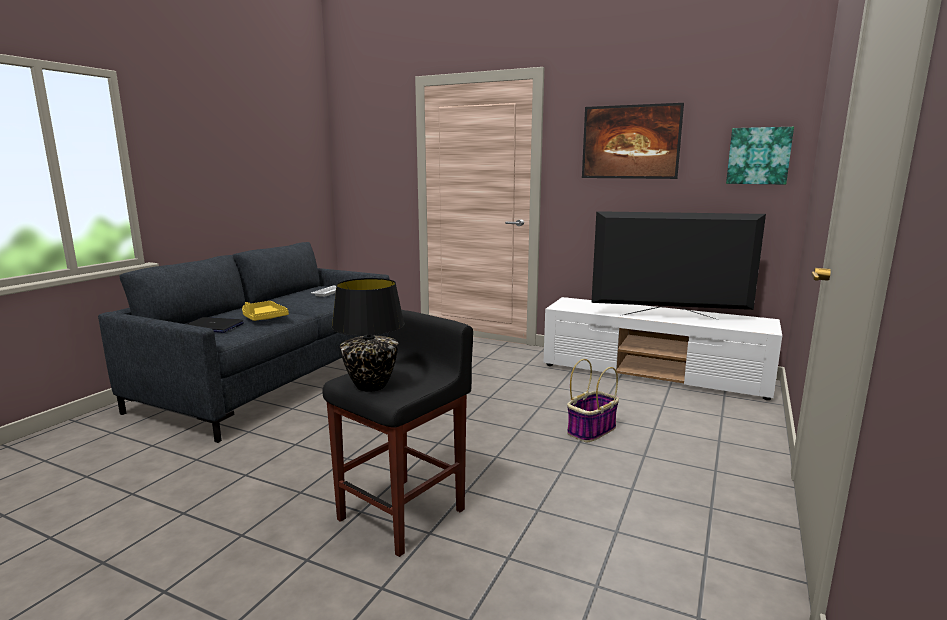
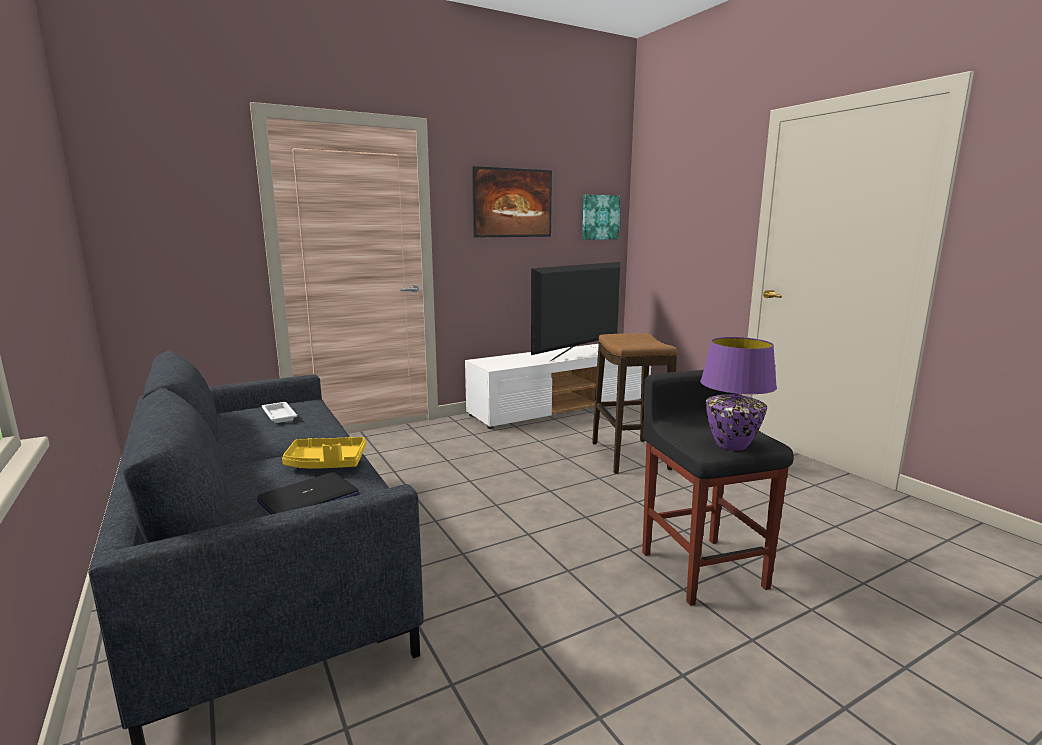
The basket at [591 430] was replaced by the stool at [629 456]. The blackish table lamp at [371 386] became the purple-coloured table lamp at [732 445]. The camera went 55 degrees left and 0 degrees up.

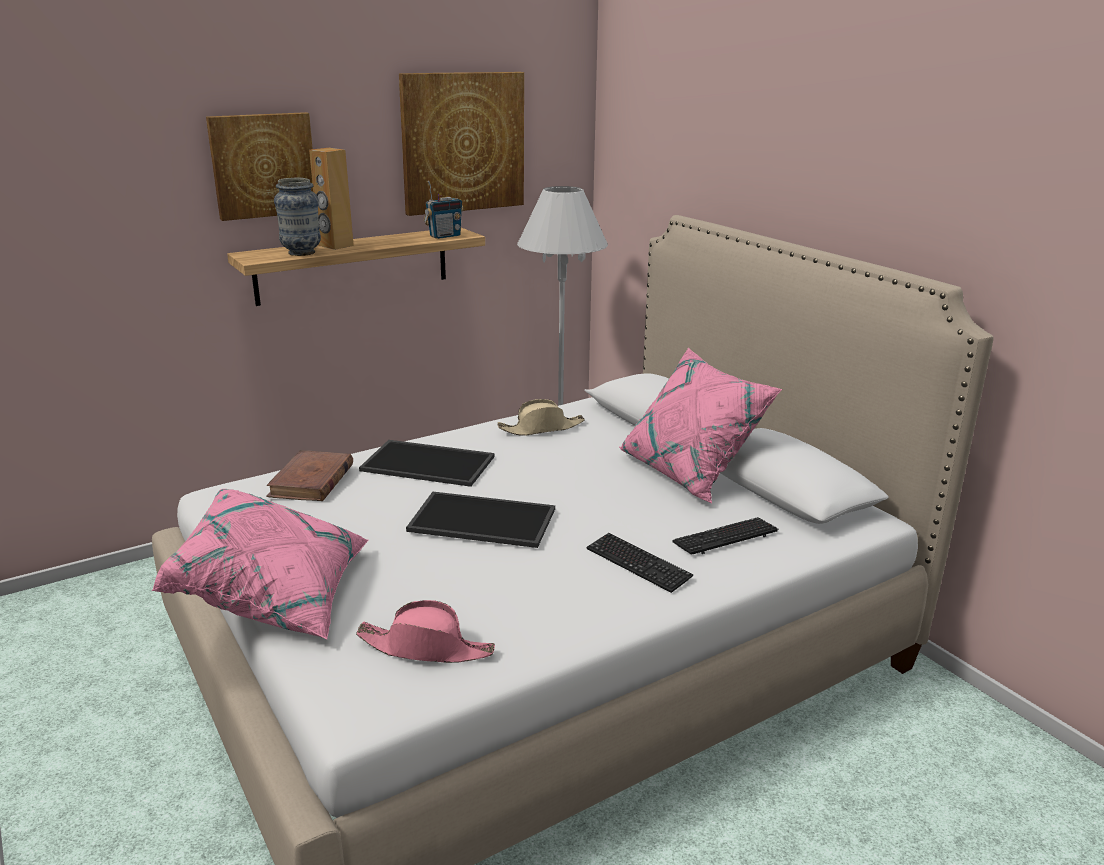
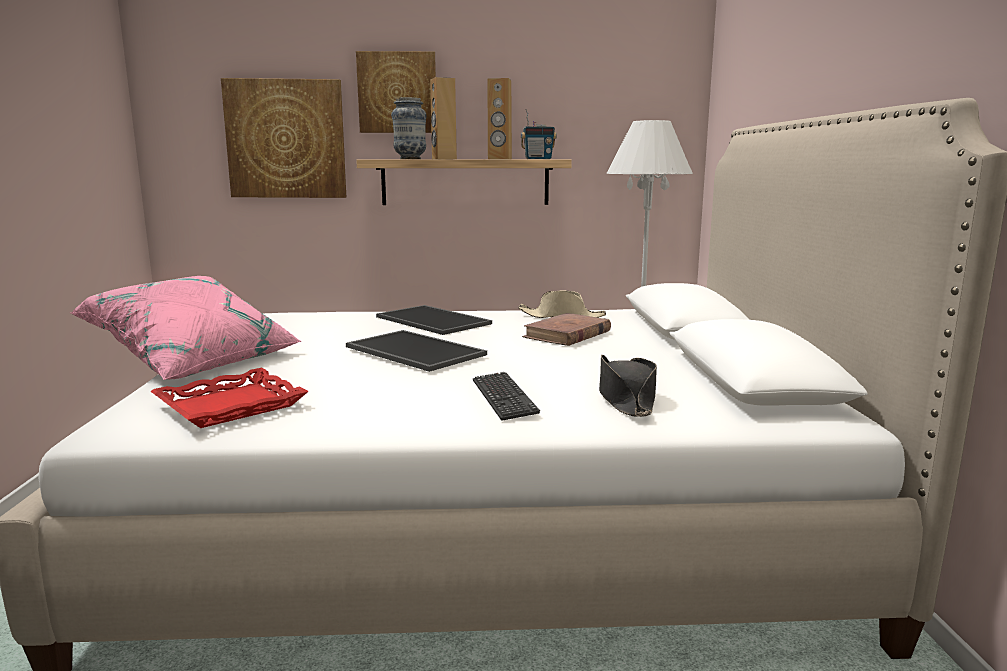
The pink-coloured clothing hat at [426 648] was replaced by the red tray at [231 406]. The picture moved from [463 142] to [286 139]. The brownish speaker at [499 159] appeared. The brownish bound book moved from [311 481] to [567 334]. The keyboard at [725 538] was replaced by the blackish clothing hat at [626 399]. The pink-coloured throw pillow at [690 472] disappeared. The camera went 30 degrees right and 10 degrees down.

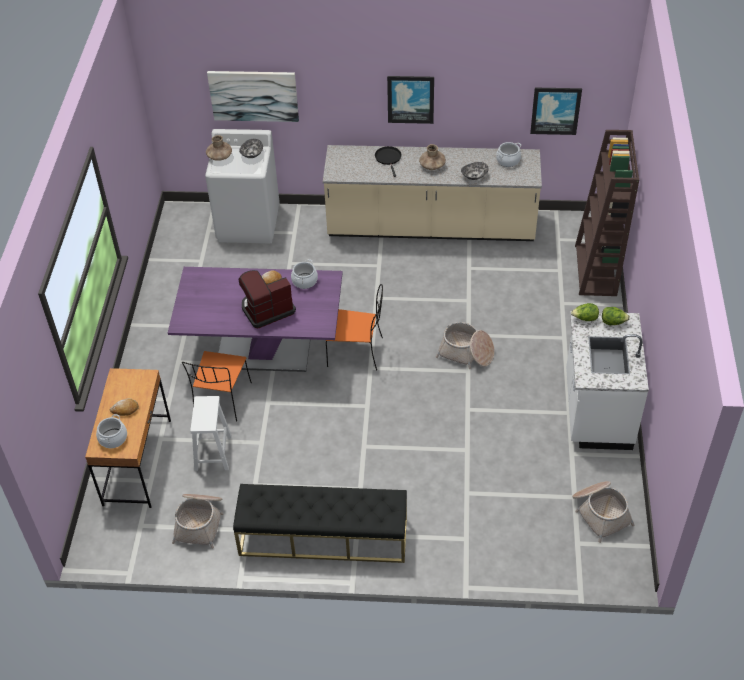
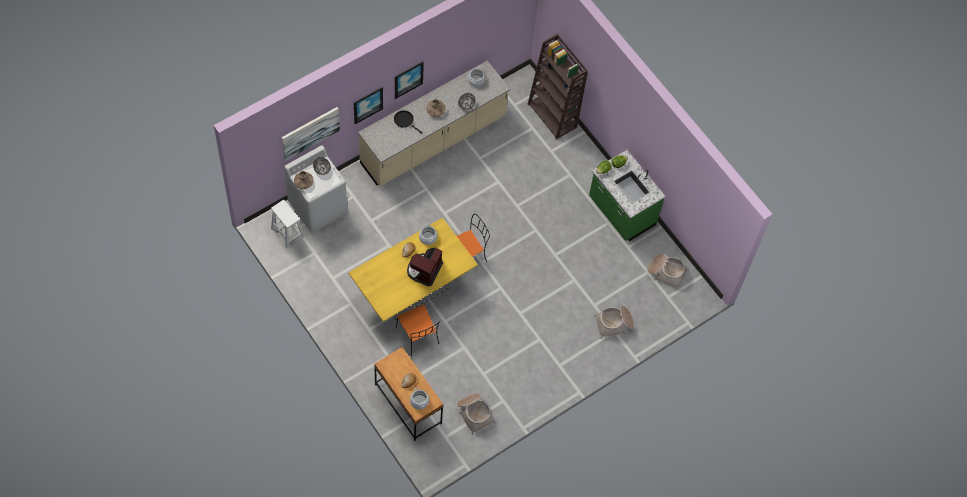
The white-coloured stool moved from [213 453] to [288 233]. The purple-coloured dinner table at [264 352] became the yellow-coloured dinner table at [412 291]. The picture moved from [555 110] to [367 104]. The white-coloured kitchen counter at [596 411] became the green-coloured kitchen counter at [621 212]. The basket moved from [466 353] to [614 324]. The blackish indoor bench at [323 537] disappeared. The camera went 45 degrees left and 15 degrees up.

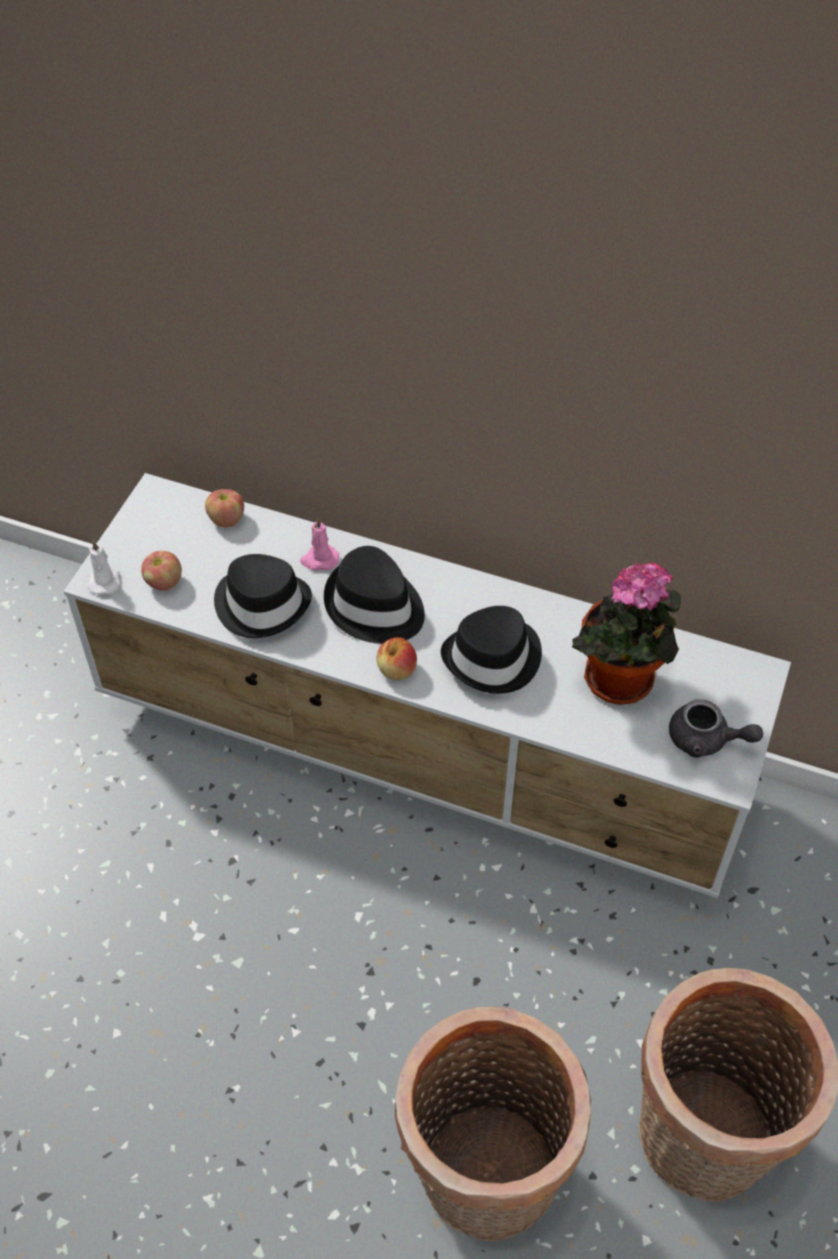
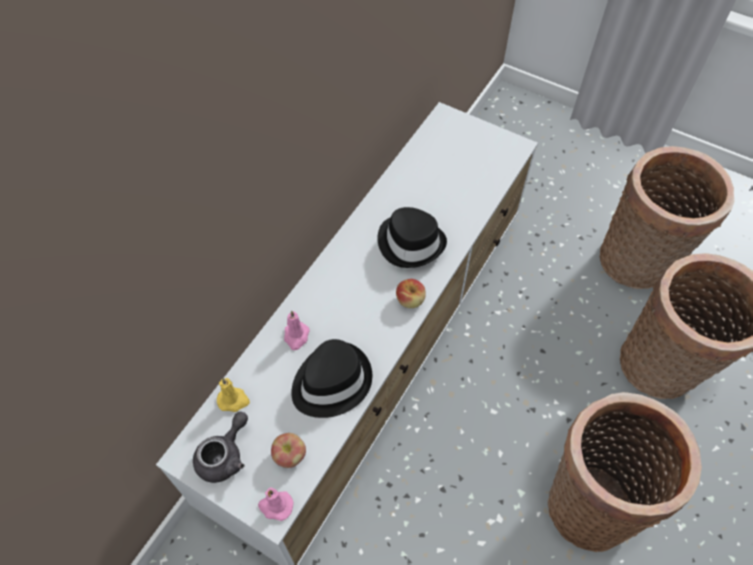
The greyish teapot moved from [706 740] to [225 455]. The apple at [226 519] was replaced by the yellow-coloured wax candle at [233 400]. The white-coloured wax candle at [105 580] became the pink-coloured wax candle at [275 506]. The basket at [589 500] appeared. The blackish clothing hat at [374 606] disappeared. The houseplant at [620 684] disappeared. The camera went 80 degrees left and 5 degrees up.

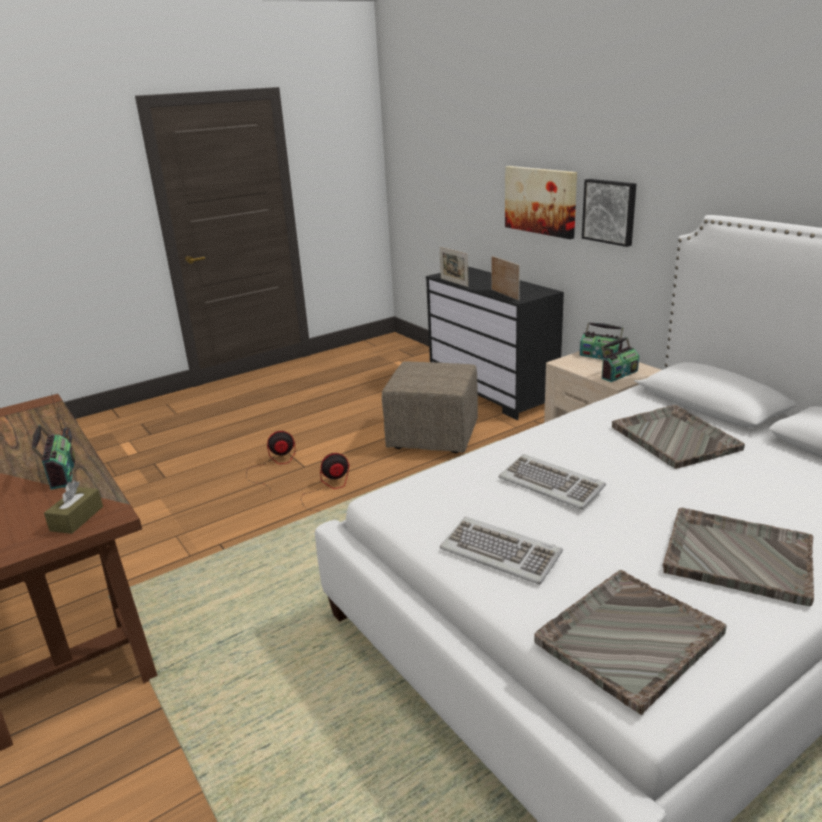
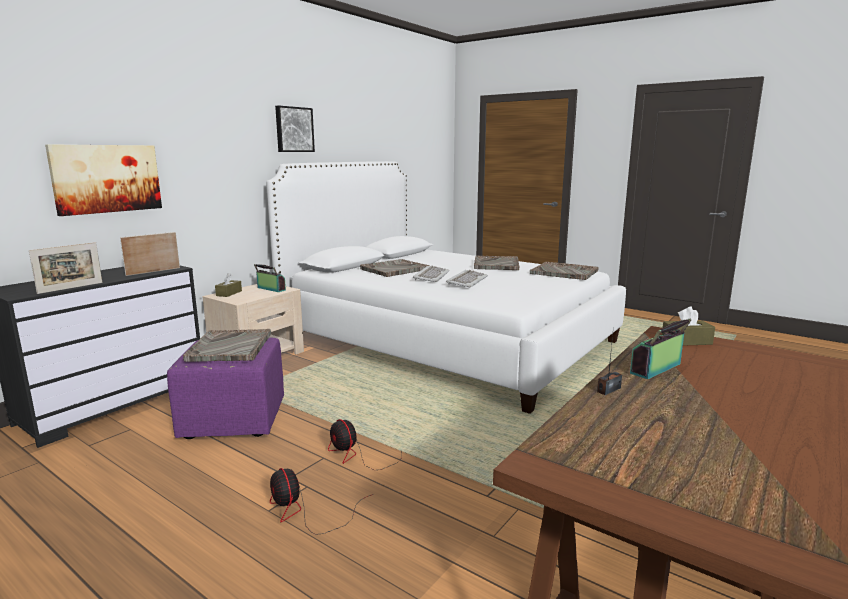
The sand-coloured pouffe at [434 436] became the purple-coloured pouffe at [233 419]. The greyish tray at [229 347] appeared. The radio set at [600 356] was replaced by the brownish tissue box at [229 293]. The picture moved from [610 211] to [294 129]. The keyboard moved from [501 553] to [431 276]. The camera went 110 degrees left and 10 degrees down.

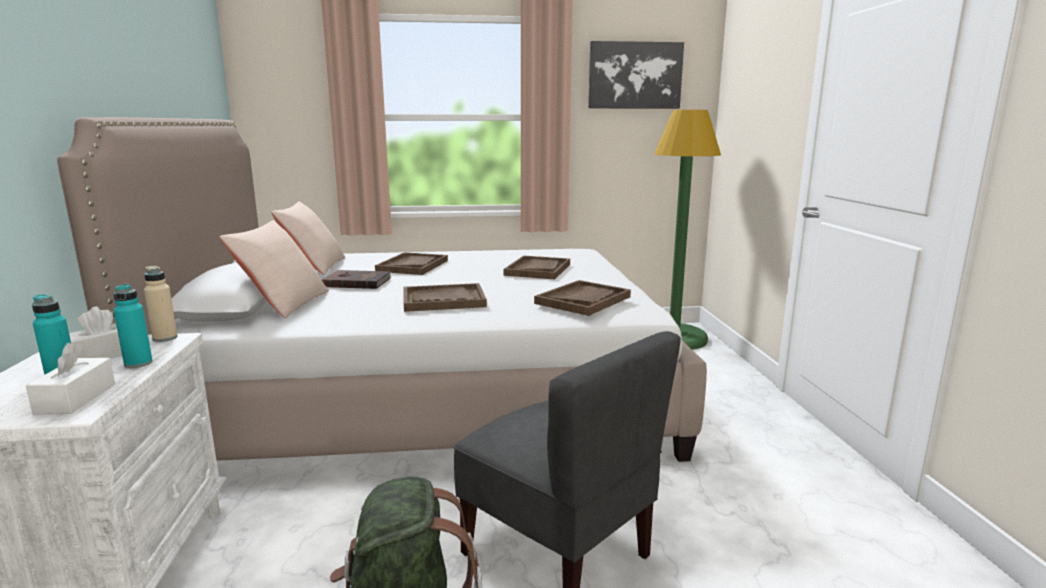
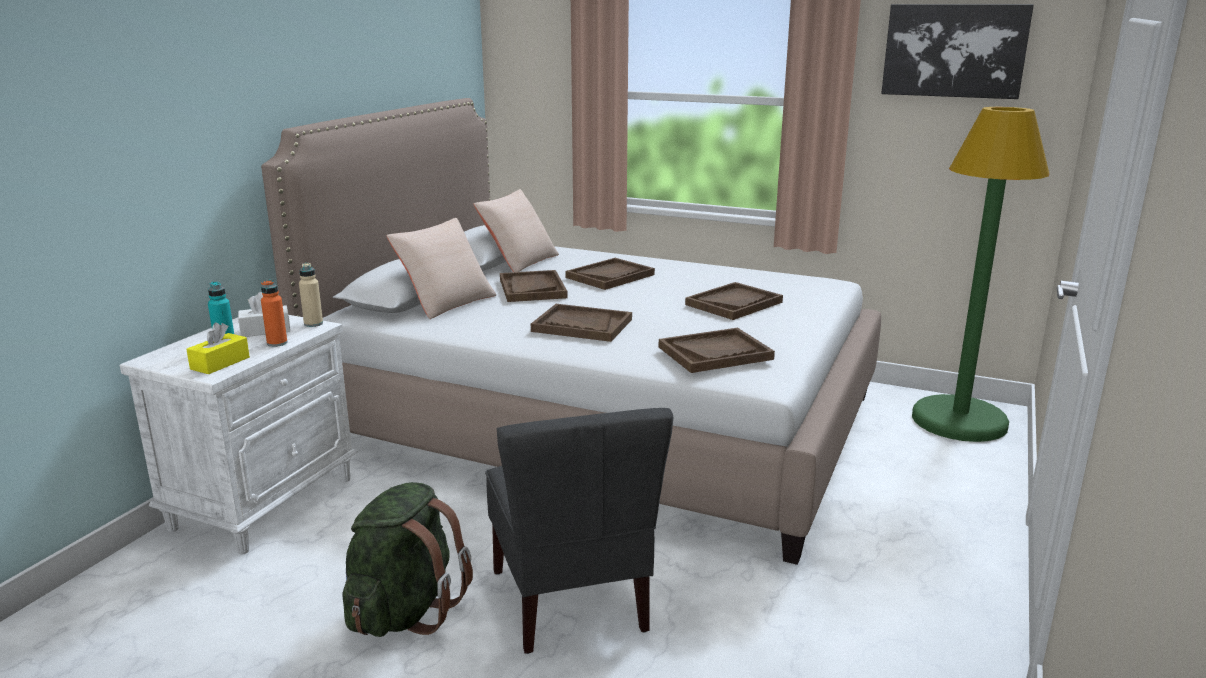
The white-coloured tissue box at [76 398] became the yellow-coloured tissue box at [220 363]. The turquoise-coloured bottle at [138 363] became the orangey bottle at [277 343]. The brownish bound book at [356 282] was replaced by the brownish tray at [532 288]. The camera went 30 degrees right and 5 degrees up.

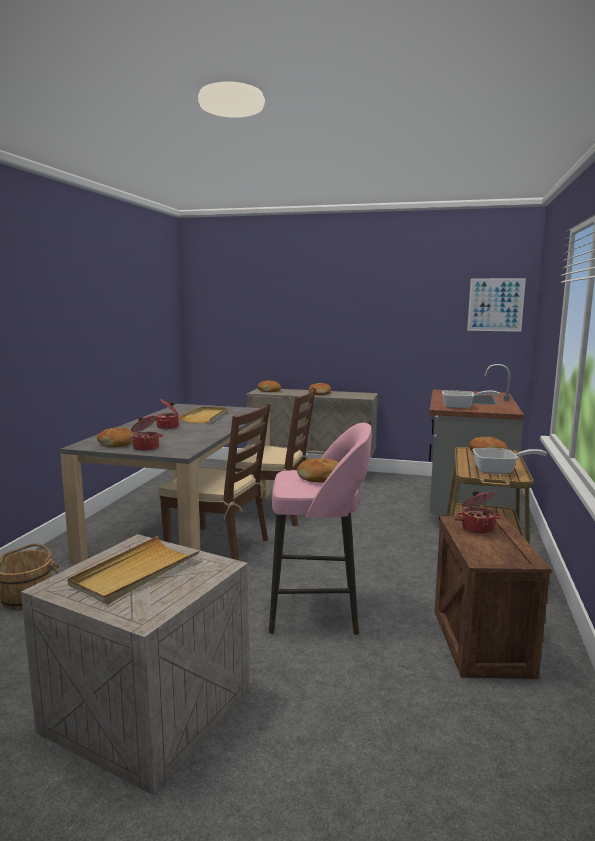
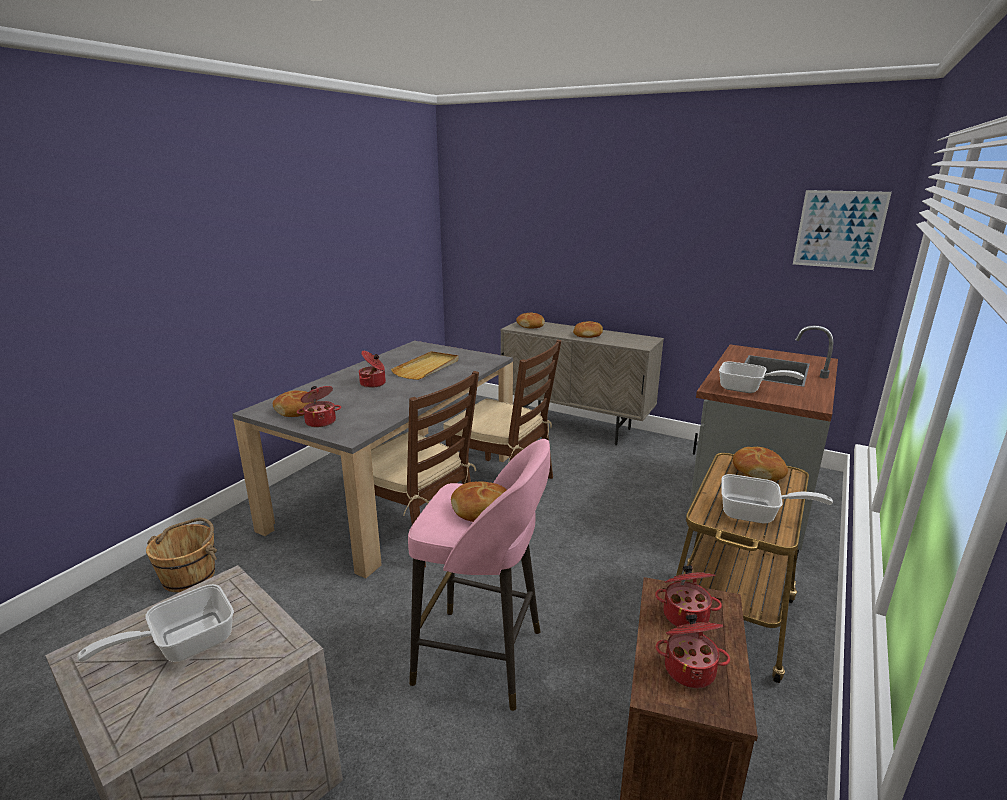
The sand-coloured tray at [135 573] was replaced by the pan at [183 644]. The cooking pot at [689 668] appeared. The camera went 15 degrees right and 10 degrees up.

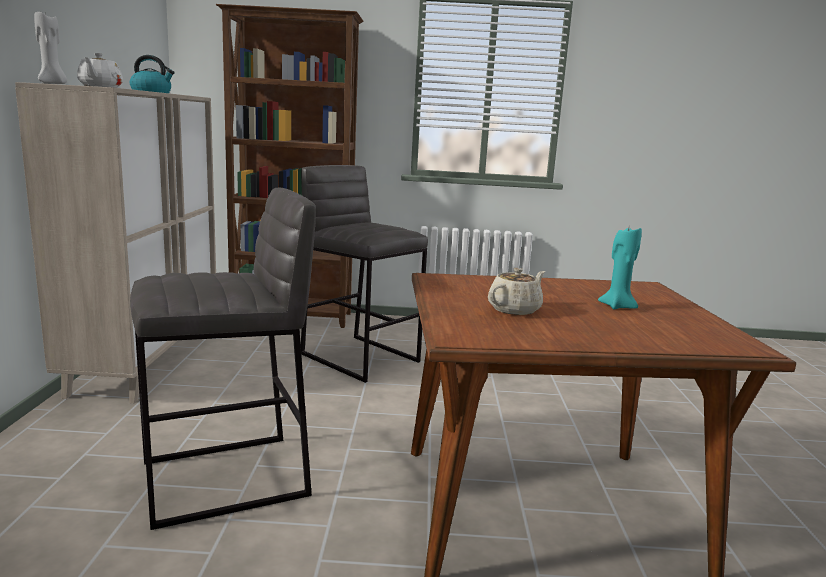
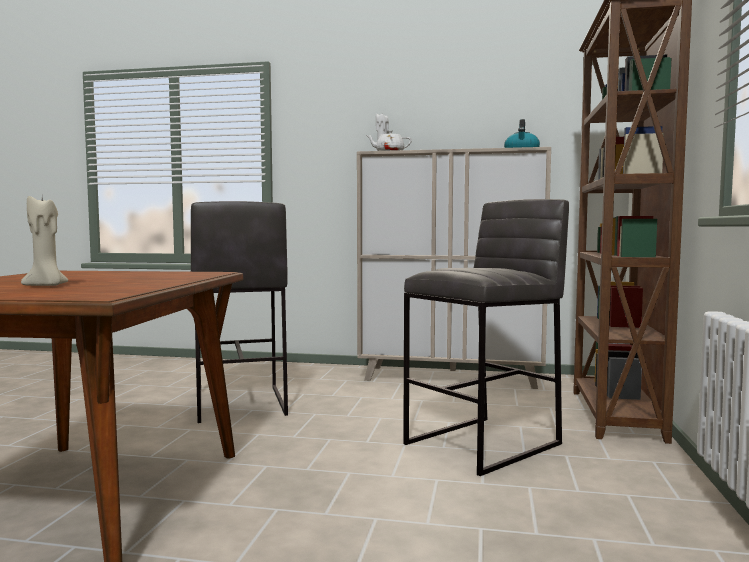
The turquoise-coloured wax candle at [617 306] became the sand-coloured wax candle at [47 286]. The sand-coloured teapot at [515 309] disappeared. The camera went 100 degrees right and 10 degrees down.

